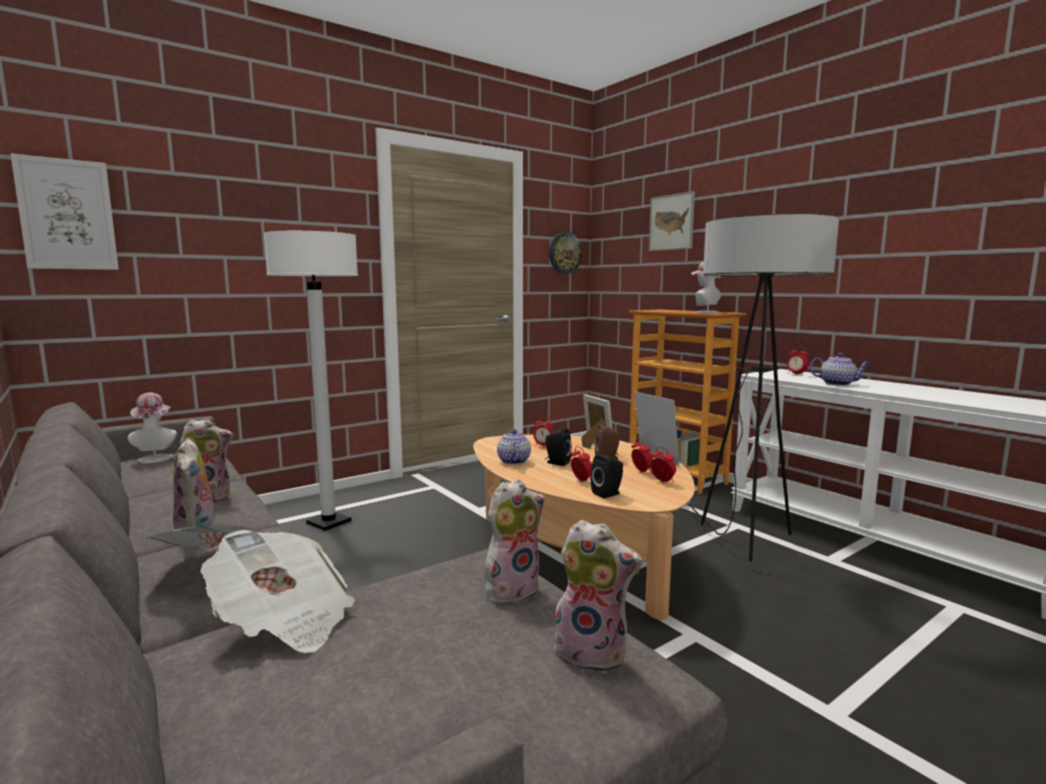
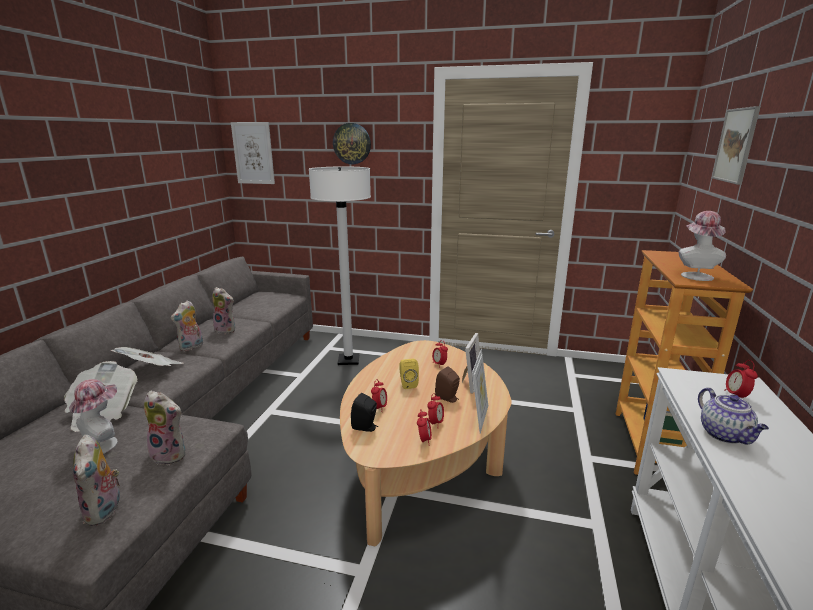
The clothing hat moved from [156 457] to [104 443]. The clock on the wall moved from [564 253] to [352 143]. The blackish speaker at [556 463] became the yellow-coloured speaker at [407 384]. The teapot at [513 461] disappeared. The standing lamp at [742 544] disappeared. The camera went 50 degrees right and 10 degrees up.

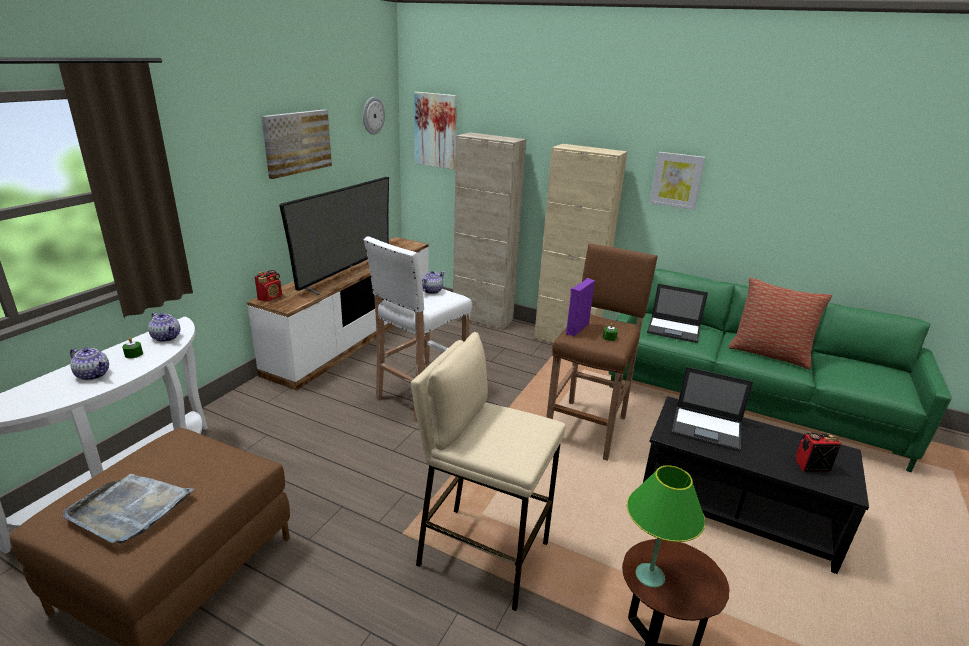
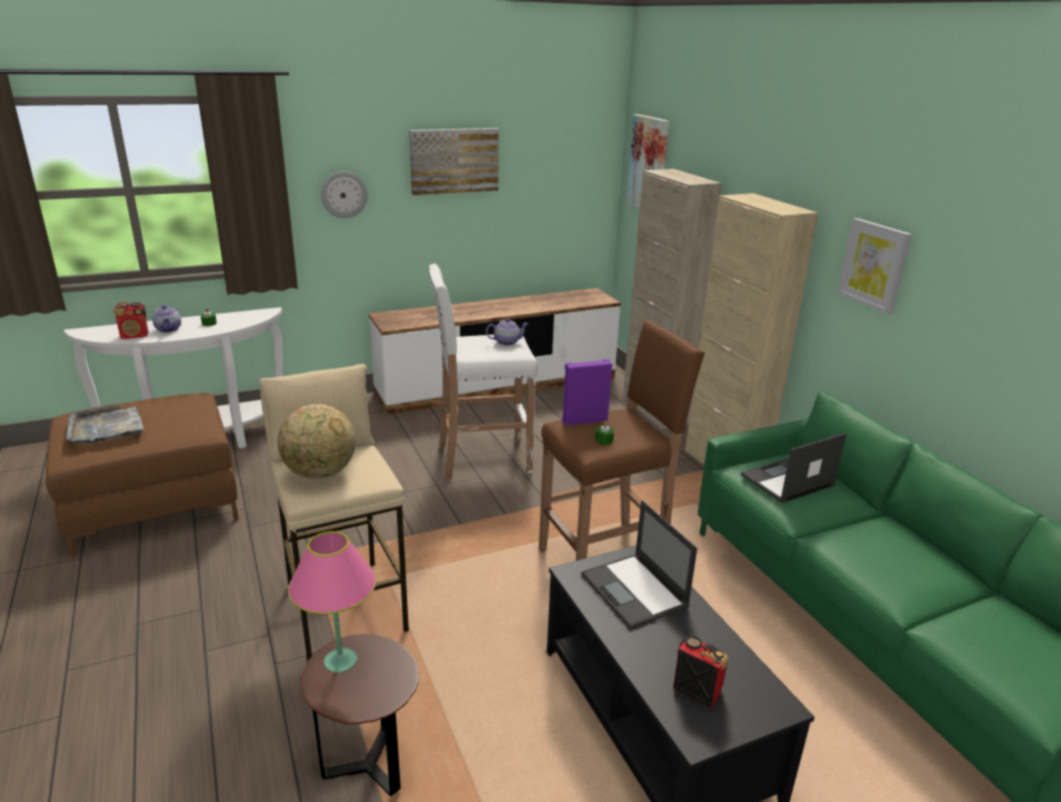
The radio set moved from [270 297] to [135 336]. The desk globe at [320 473] appeared. The green-coloured table lamp at [649 575] became the pink-coloured table lamp at [340 660]. The clock on the wall moved from [372 115] to [344 194]. The notebook computer at [674 330] turned 90 degrees clockwise. The teapot at [167 337] disappeared. The television at [346 273] disappeared. The throw pillow at [769 353] disappeared. The camera went 40 degrees right and 0 degrees up.

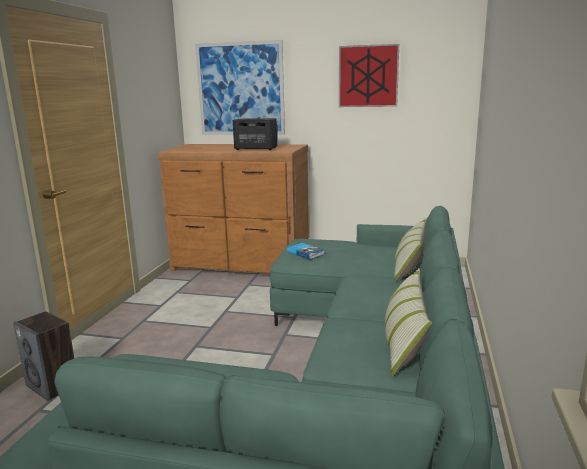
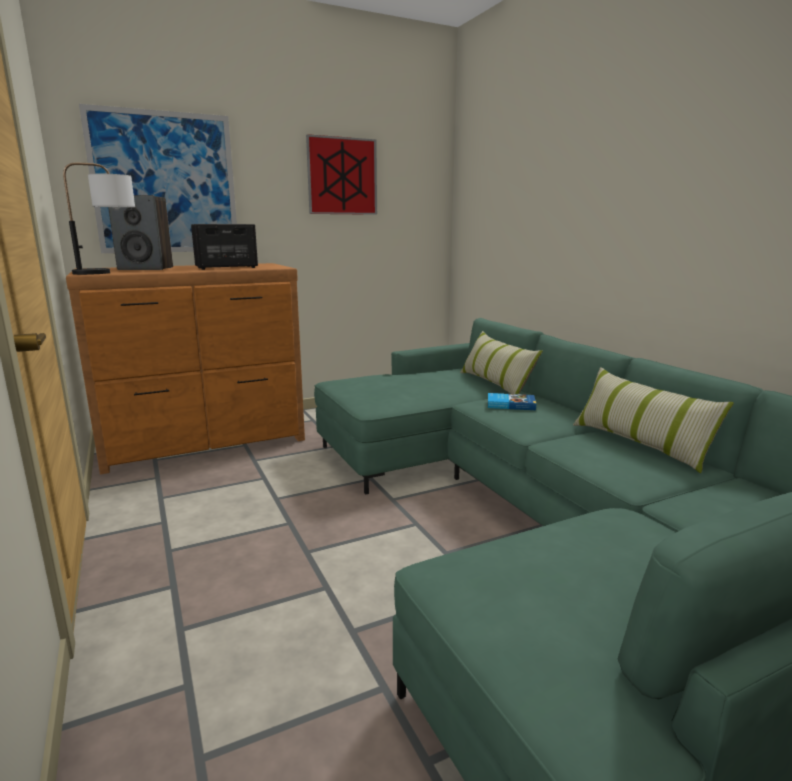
The table lamp at [110 272] appeared. The speaker moved from [53 385] to [146 268]. The bound book moved from [305 253] to [510 404]. The camera went 40 degrees left and 0 degrees up.

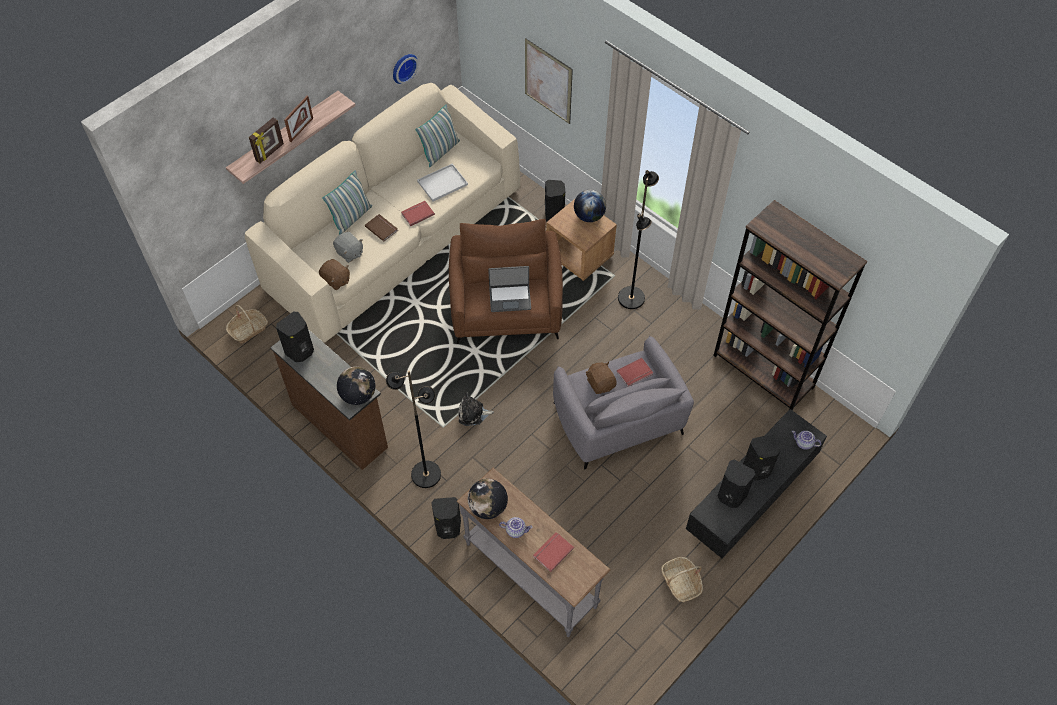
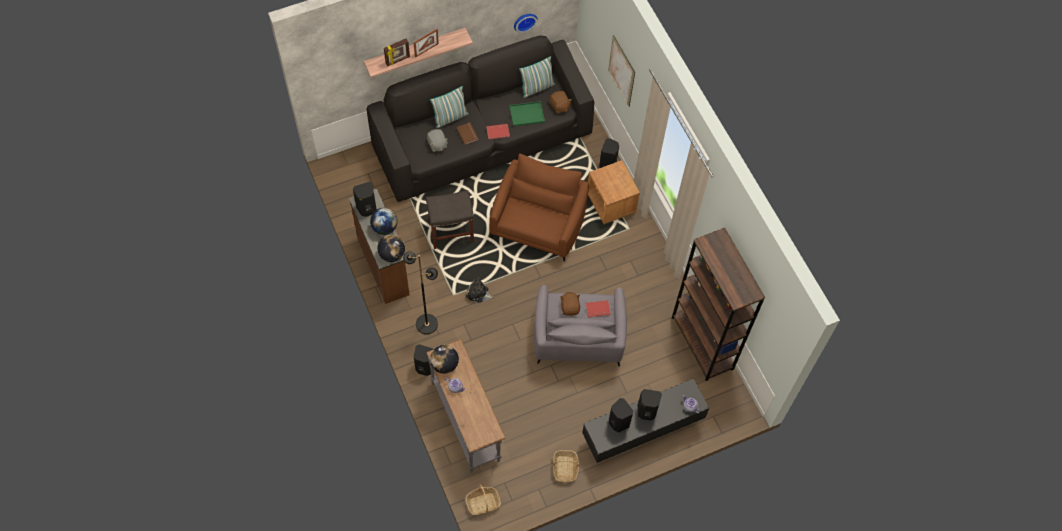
The sand-coloured sofa at [395 238] became the blackish sofa at [483 140]. The desk globe moved from [589 216] to [384 228]. The greyish stool at [452 232] appeared. The basket moved from [248 330] to [483 503]. The white-coloured tray at [442 184] became the green-coloured tray at [526 114]. The brownish cuddly toy moved from [336 280] to [559 106]. The notebook computer at [510 298] disappeared. The red bound book at [552 552] disappeared. The blackish standing lamp at [632 298] disappeared. The camera went 20 degrees right and 5 degrees up.

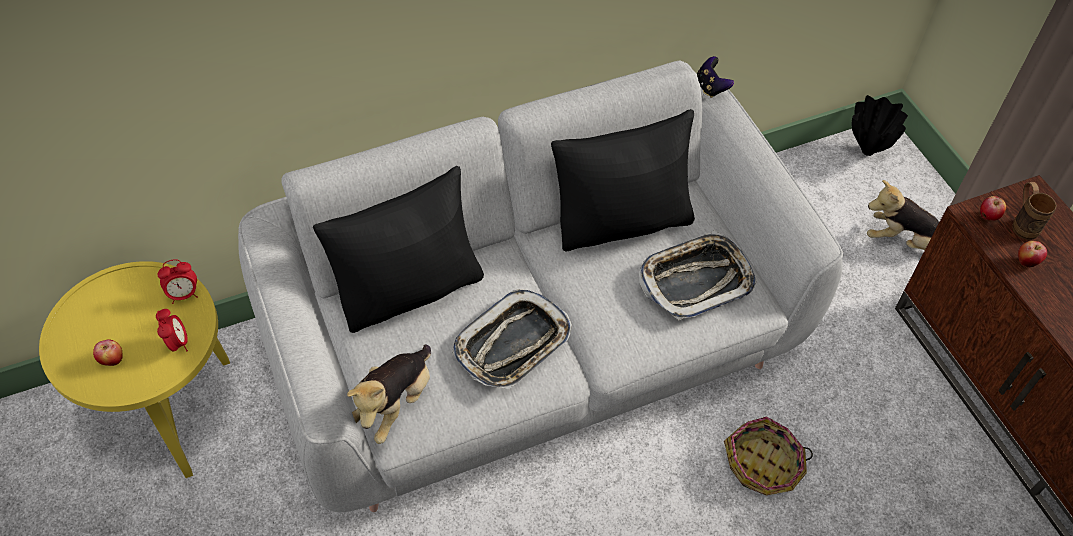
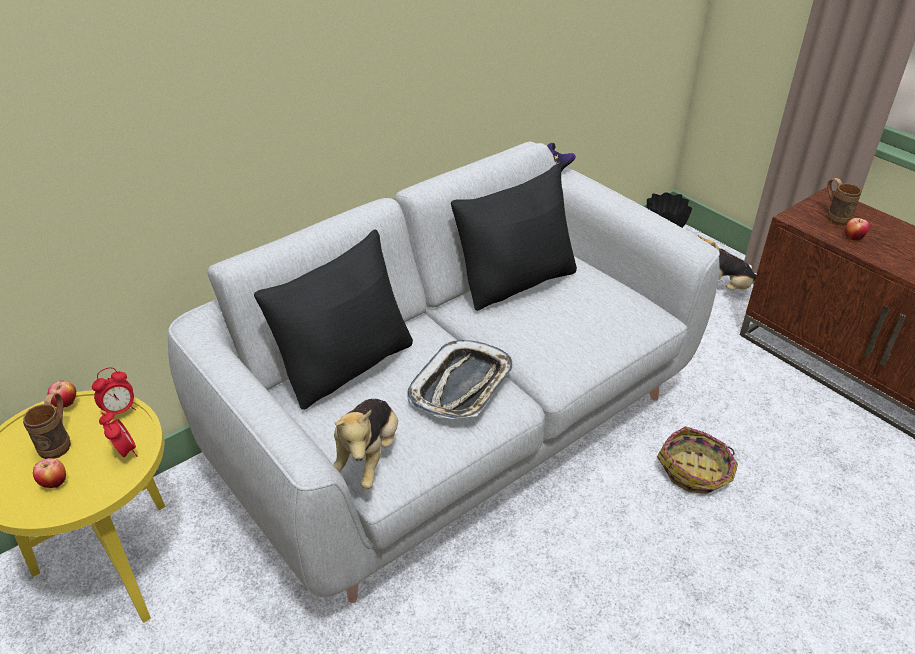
The brownish coffee mug at [59 442] appeared. The apple moved from [988 217] to [66 405]. The tray at [696 280] disappeared. The camera went 15 degrees left and 15 degrees down.

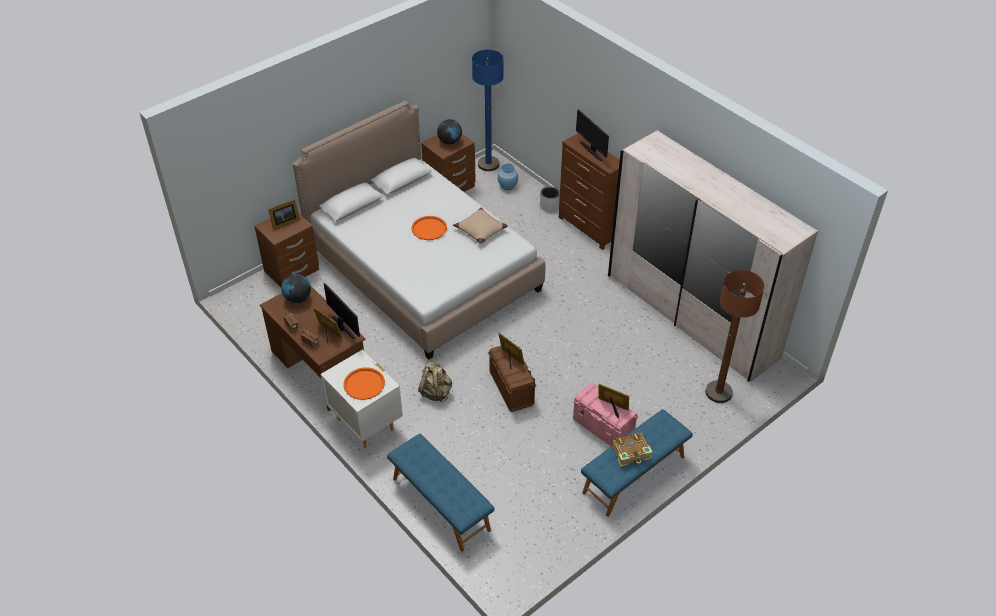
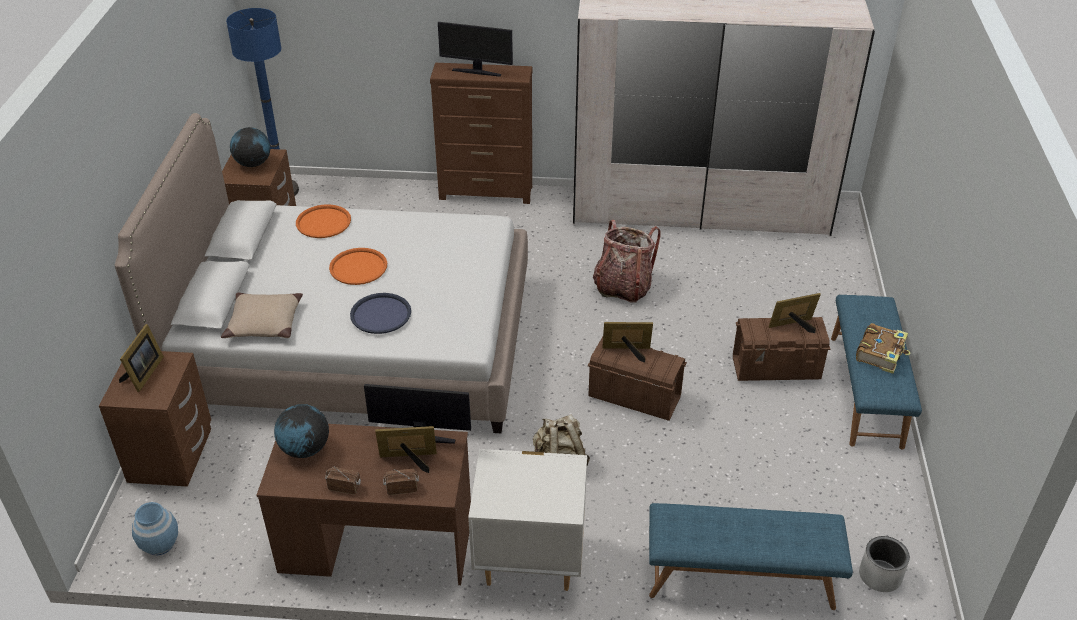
The bluish flower vase moved from [507 186] to [160 544]. The sand-coloured throw pillow moved from [480 230] to [264 323]. The orangey tray moved from [364 384] to [323 222]. The bluish tray at [381 314] appeared. The rucksack at [623 287] appeared. The pink-coloured storage container at [603 428] became the brownish storage container at [776 368]. The greyish planter moved from [549 206] to [880 576]. The brownish standing lamp at [718 392] disappeared. The camera went 45 degrees left and 5 degrees down.

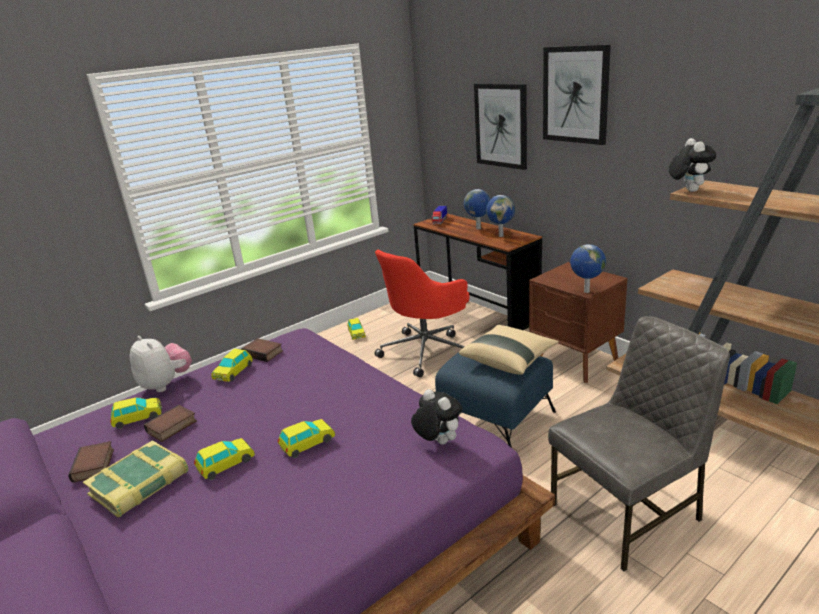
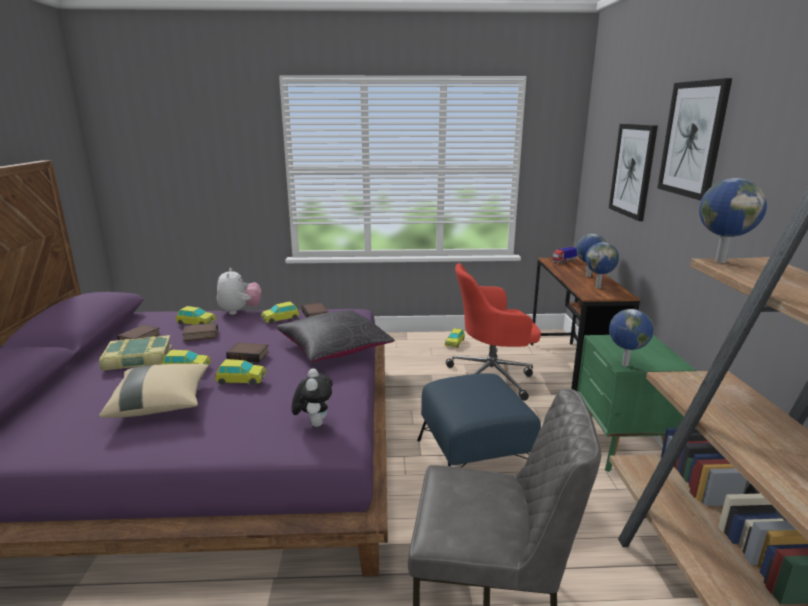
The sand-coloured throw pillow moved from [509 360] to [161 404]. The bound book at [249 355] appeared. The blackish throw pillow at [334 348] appeared. The brownish night table at [576 362] became the green-coloured night table at [622 448]. The cuddly toy at [688 190] was replaced by the desk globe at [719 261]. The camera went 35 degrees right and 5 degrees down.

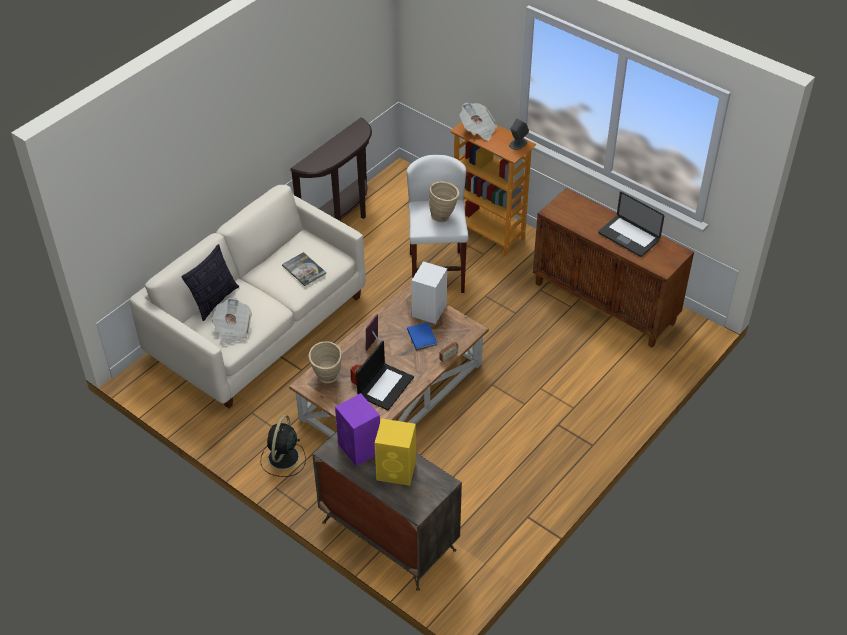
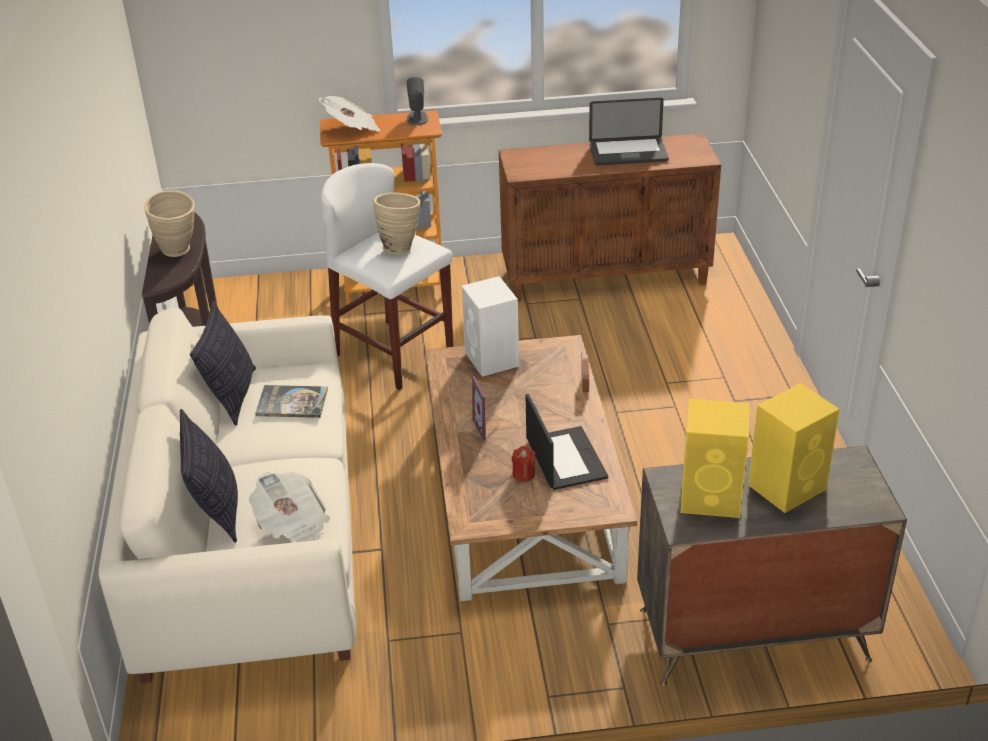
The sand-coloured flower vase moved from [327 379] to [179 252]. The throw pillow at [232 396] appeared. The purple-coloured speaker at [360 449] became the yellow-coloured speaker at [712 498]. The blackish cooling fan at [283 458] disappeared. The bluish bound book at [422 336] disappeared. The camera went 45 degrees left and 10 degrees down.

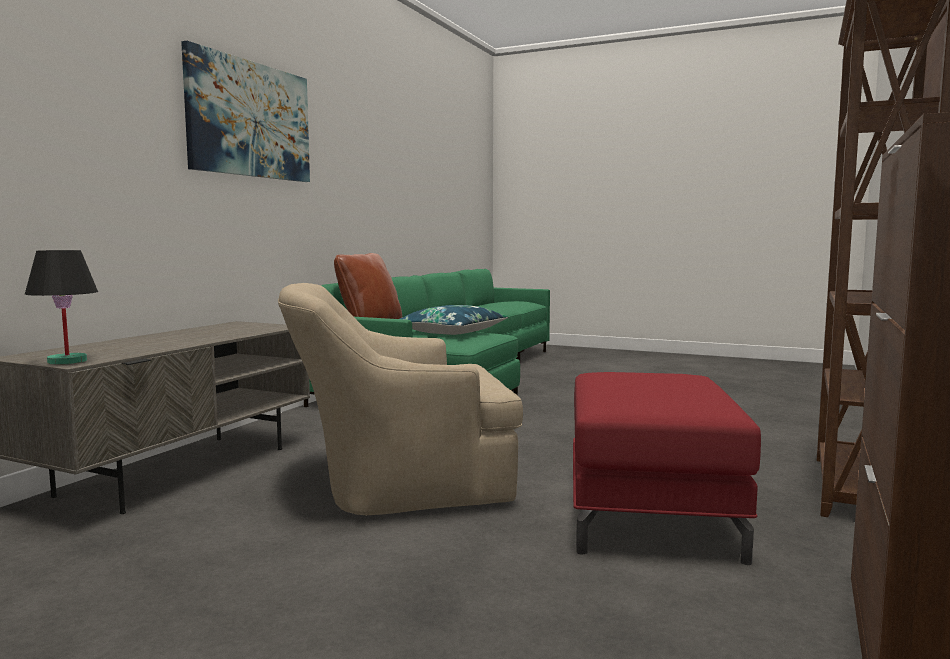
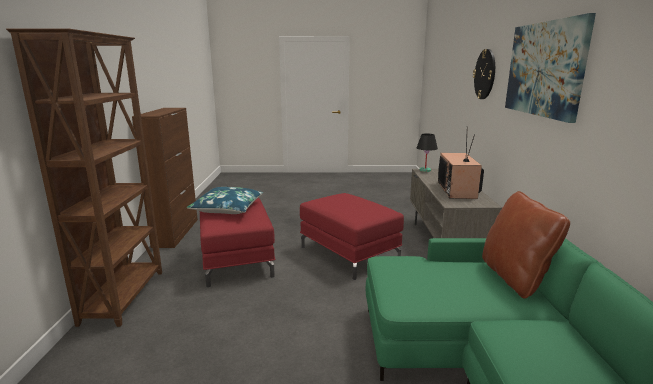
The bluish throw pillow moved from [452 332] to [228 208]. The sand-coloured armchair at [397 483] was replaced by the red pouffe at [349 253]. The television at [458 190] appeared. The clock on the wall at [485 74] appeared. The camera went 155 degrees right and 10 degrees up.

